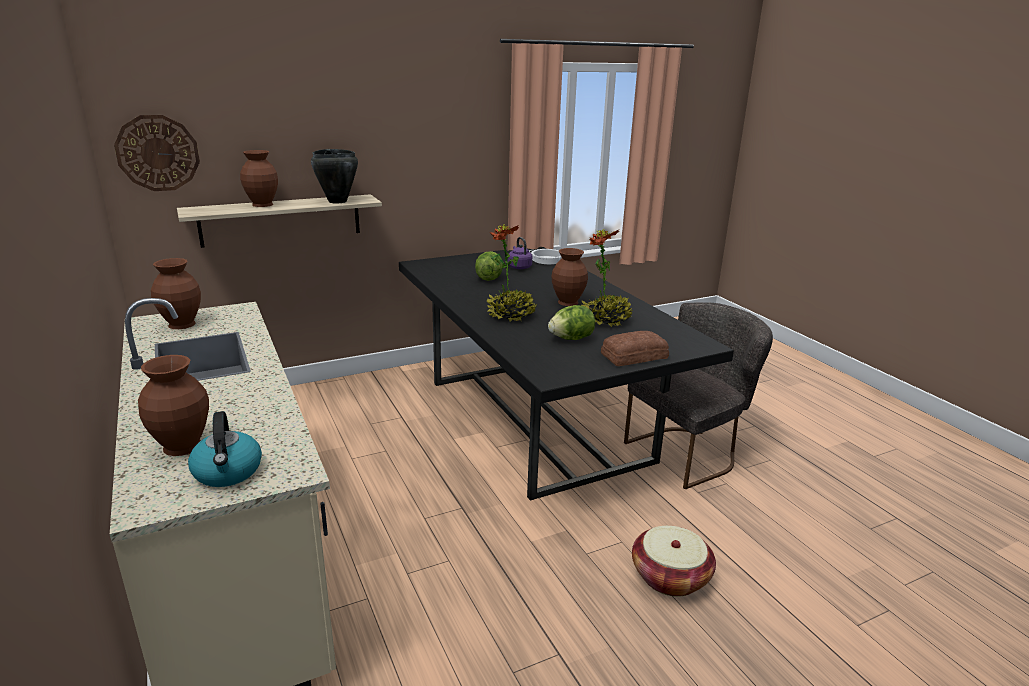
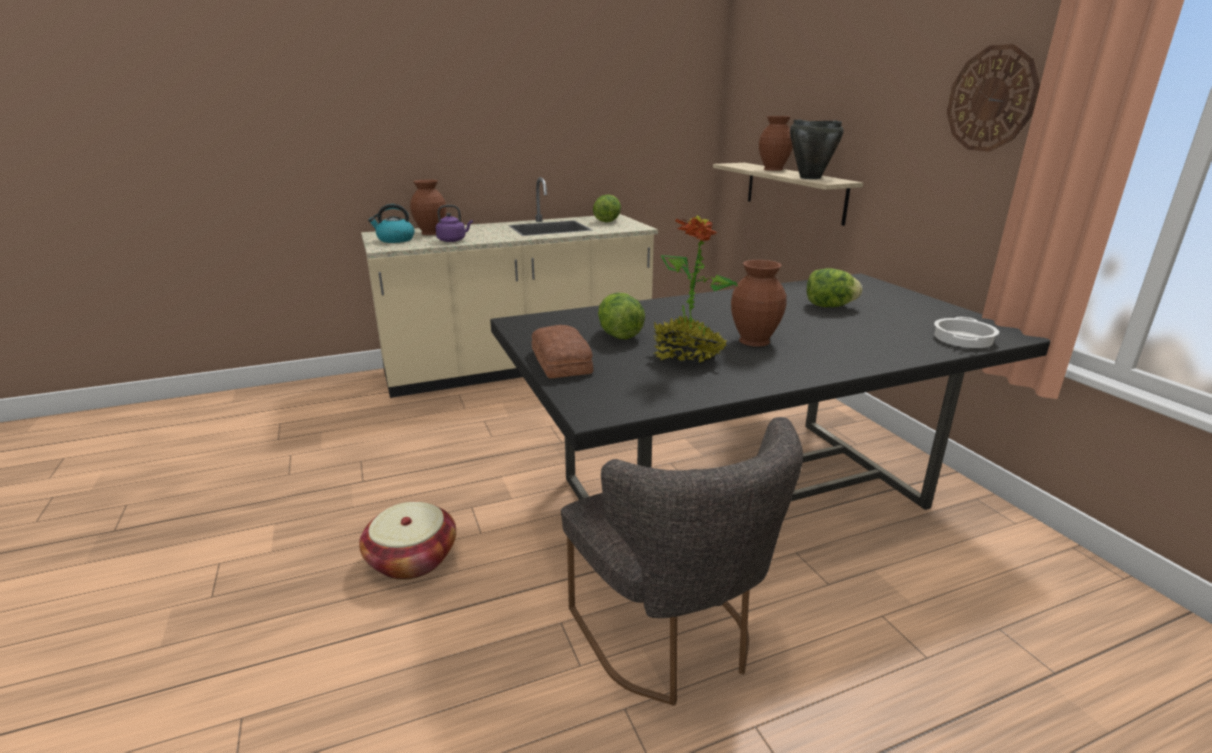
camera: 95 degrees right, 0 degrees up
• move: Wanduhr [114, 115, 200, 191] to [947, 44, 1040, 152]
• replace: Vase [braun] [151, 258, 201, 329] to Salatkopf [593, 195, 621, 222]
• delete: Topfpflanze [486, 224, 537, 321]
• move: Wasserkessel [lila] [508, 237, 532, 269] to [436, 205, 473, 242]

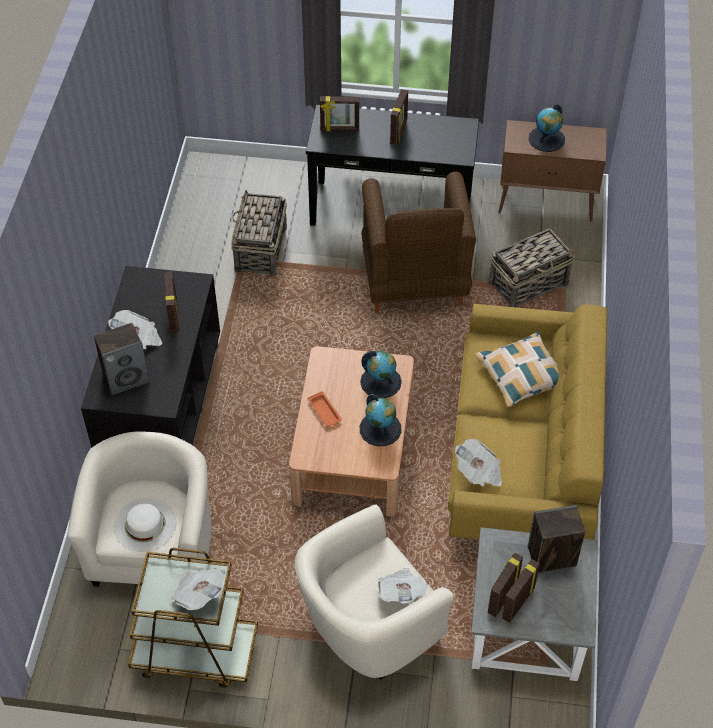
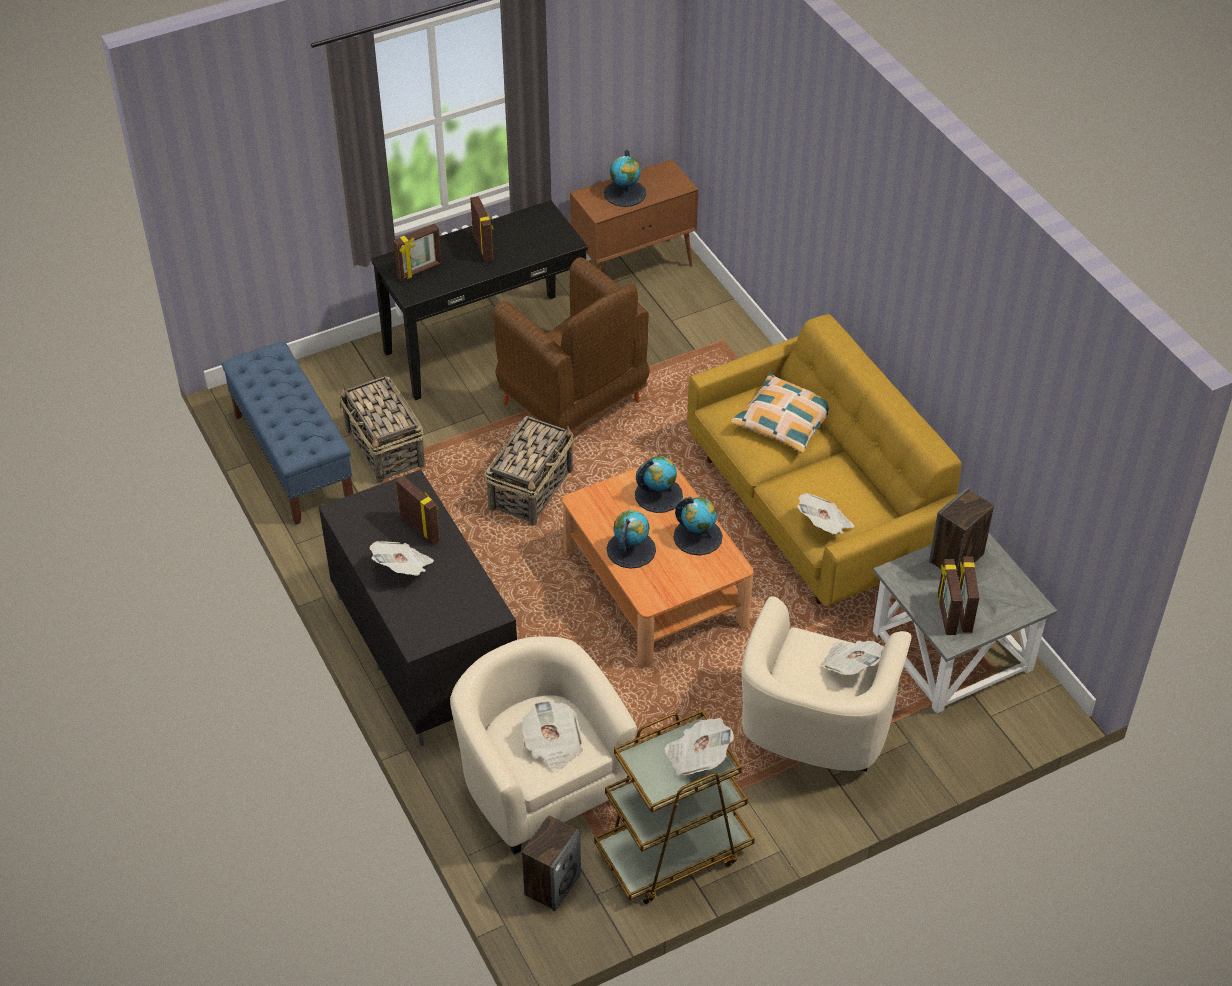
camera: 35 degrees left, 5 degrees down
• move: Lautsprecher [94, 323, 150, 395] to [522, 815, 581, 911]
• replace: Hut [weiß] [114, 498, 176, 552] to Zeitung [522, 699, 583, 773]
• replace: Tablett [orange] [308, 391, 342, 427] to Globus [606, 510, 656, 569]
• move: Korb [489, 229, 575, 307] to [485, 416, 574, 526]
• insert: Bank [blau] [221, 342, 353, 525]

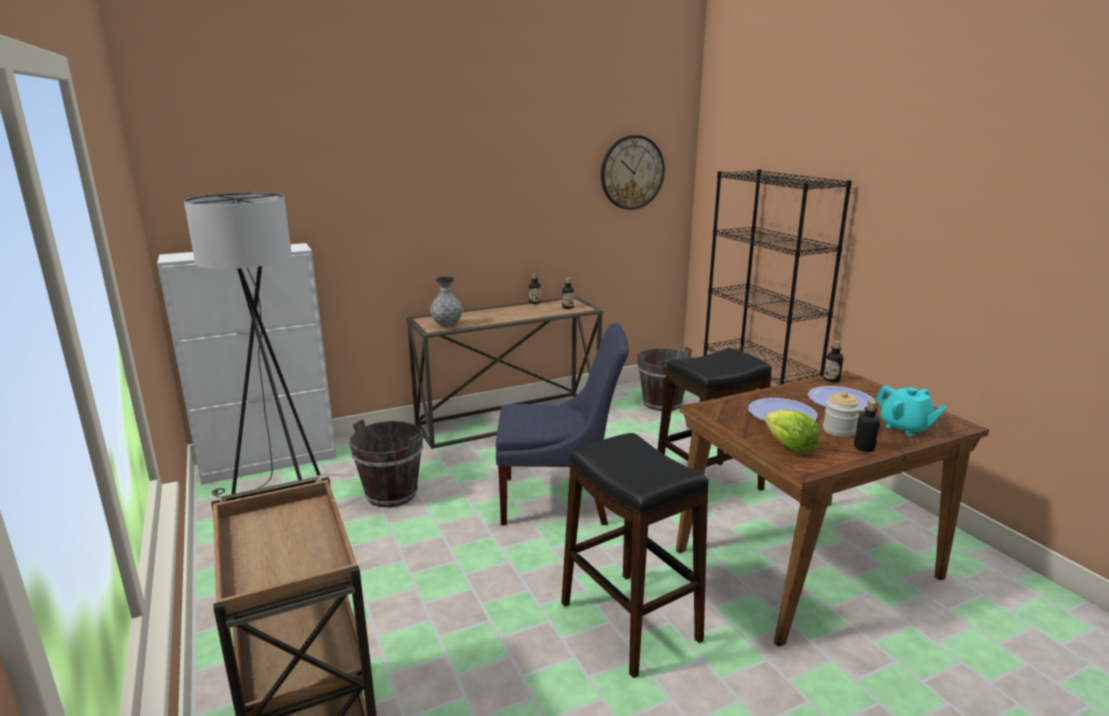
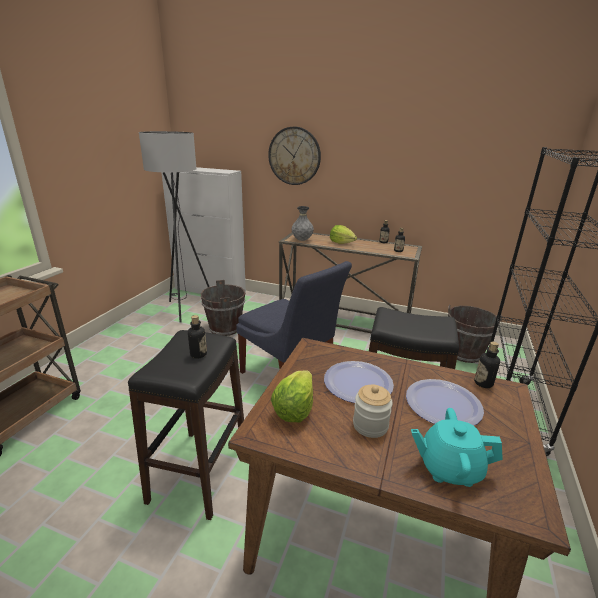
camera: 45 degrees right, 5 degrees up
• move: Wanduhr [601, 135, 665, 210] to [268, 127, 321, 185]
• move: Flasche [854, 400, 880, 452] to [188, 315, 207, 358]
• rotate: Teekanne [türkis] [876, 385, 947, 436] = [411, 408, 503, 487] 90 degrees clockwise
• insert: Salatkopf [330, 225, 357, 244]

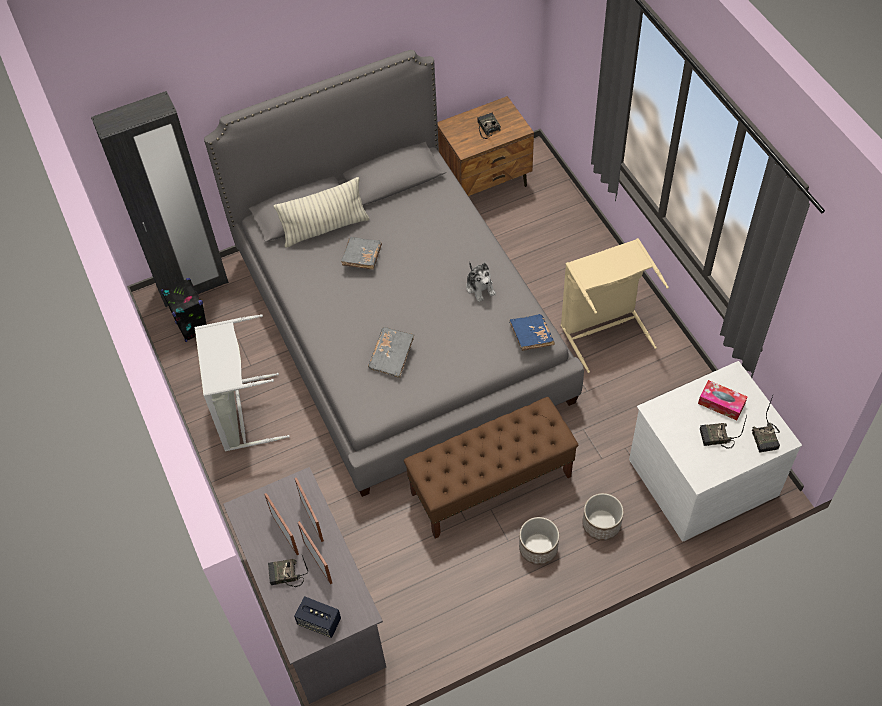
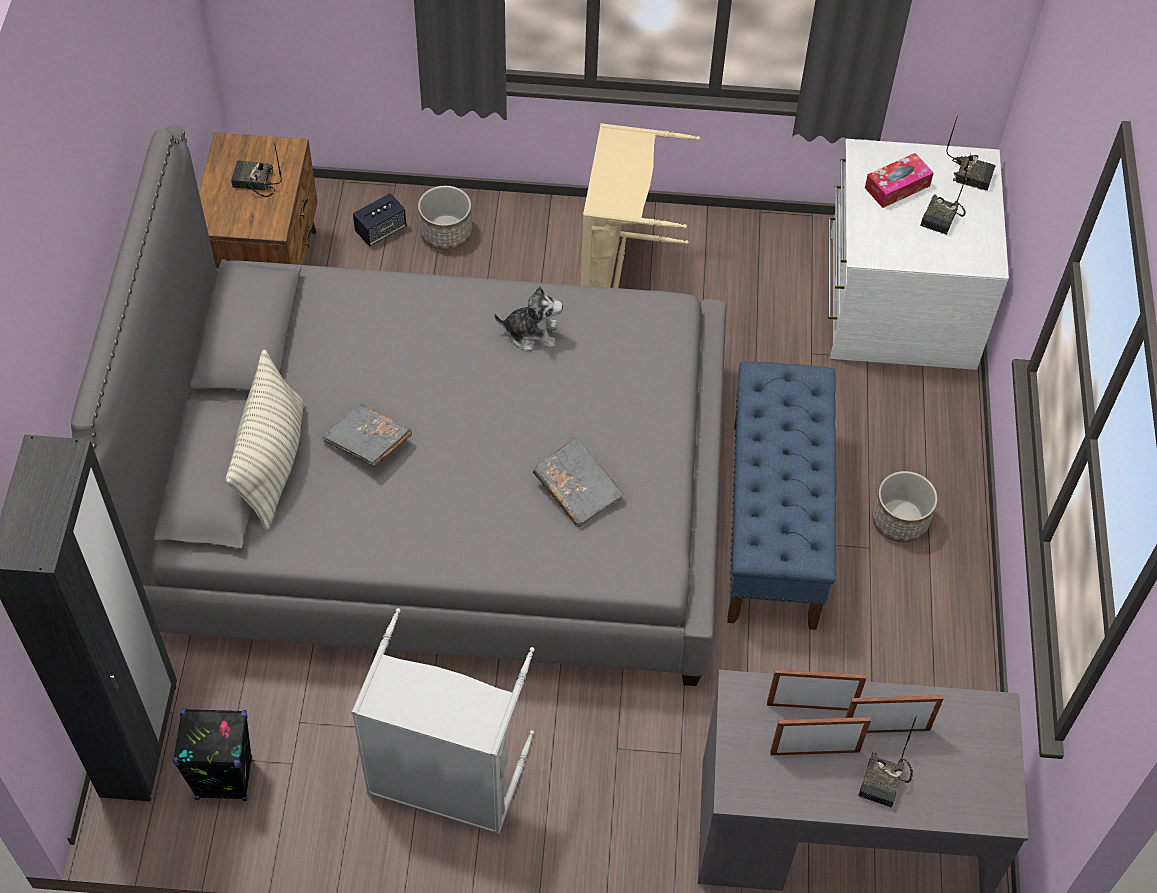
camera: 65 degrees left, 0 degrees up
• move: Lautsprecher [294, 596, 341, 638] to [353, 193, 406, 246]
• recolor: Bank [braun] [404, 397, 578, 539] to Bank [blau] [727, 361, 836, 630]
• delete: Buch [blau] [509, 314, 555, 351]
• move: Pflanzkübel [582, 493, 624, 541] to [418, 186, 472, 251]

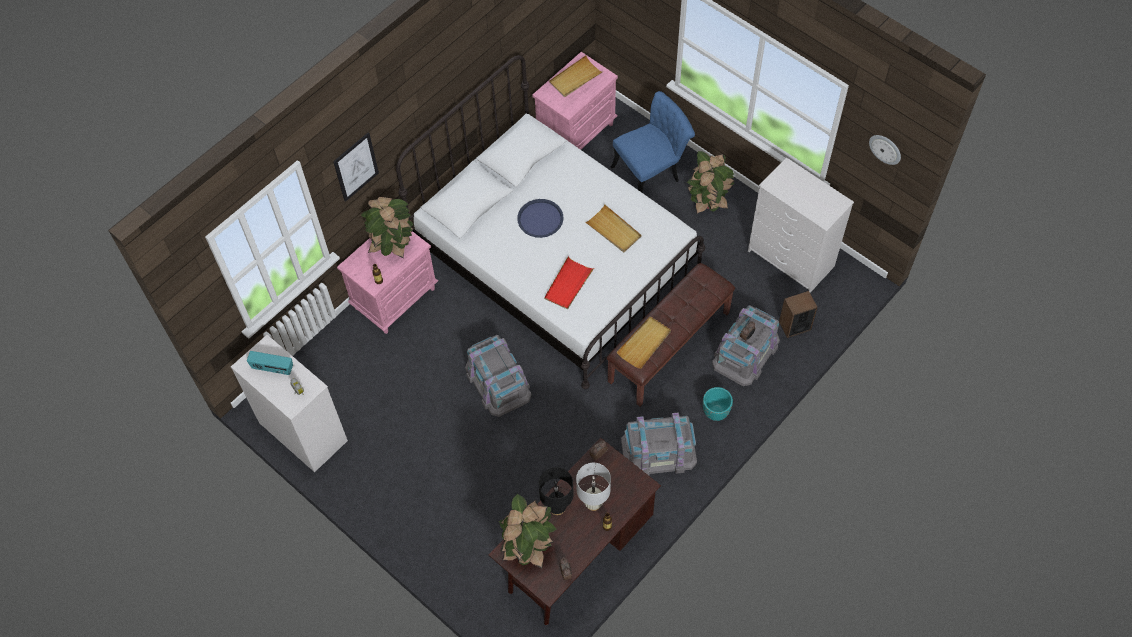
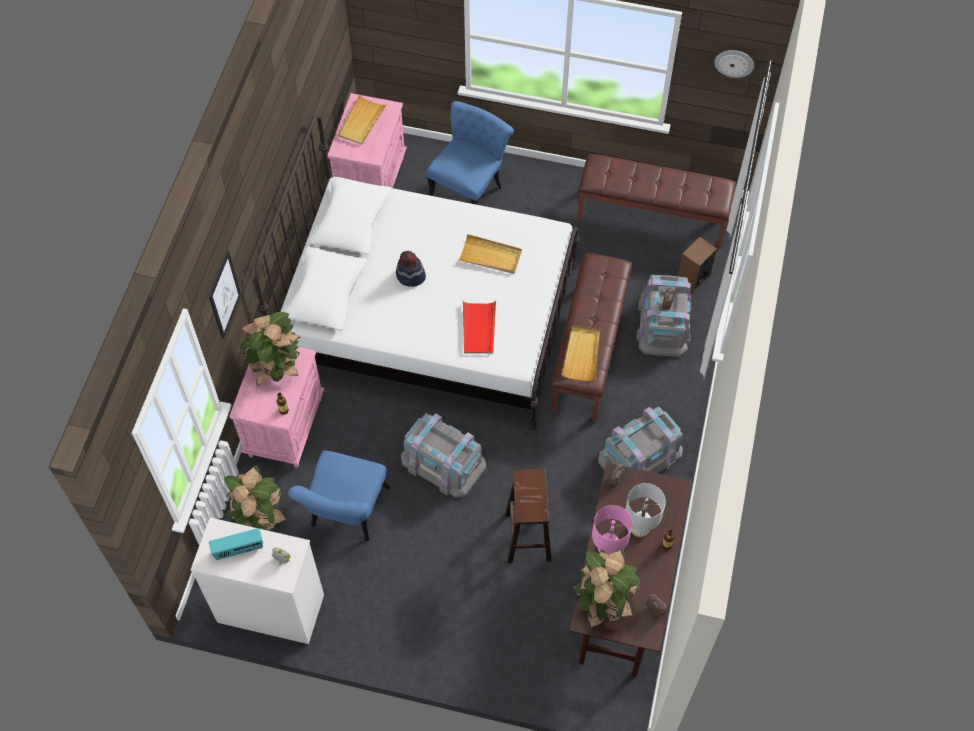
camera: 30 degrees left, 0 degrees up
• replace: Tablett [blau] [517, 199, 564, 238] to Hut [396, 251, 426, 287]
• recolor: Tischlampe [schwarz] [539, 467, 574, 515] to Tischlampe [rosa] [592, 505, 633, 555]
• move: Topfpflanze [687, 151, 735, 214] to [224, 465, 287, 531]
• delete: Pflanzkübel [türkis] [703, 387, 733, 421]
• replace: Kommode [weiß] [748, 158, 854, 293] to Bank [braun] [577, 154, 736, 249]
• insert: Stuhl [blau] [288, 451, 390, 542]
• insert: Hocker [braun] [505, 469, 552, 563]

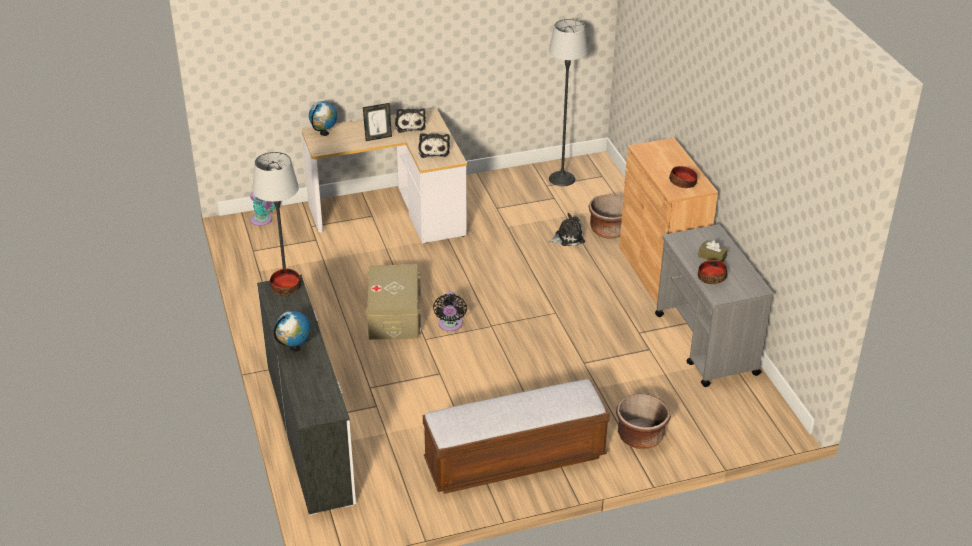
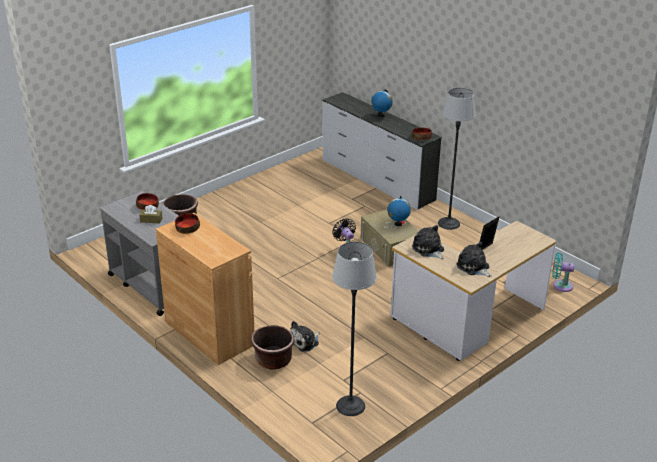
camera: 155 degrees right, 5 degrees down
• move: Globus [309, 101, 337, 136] to [387, 196, 411, 226]
• delete: Bank [423, 379, 610, 494]

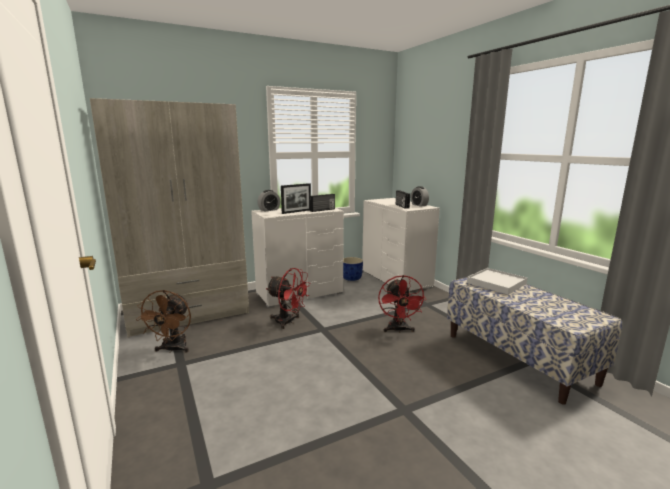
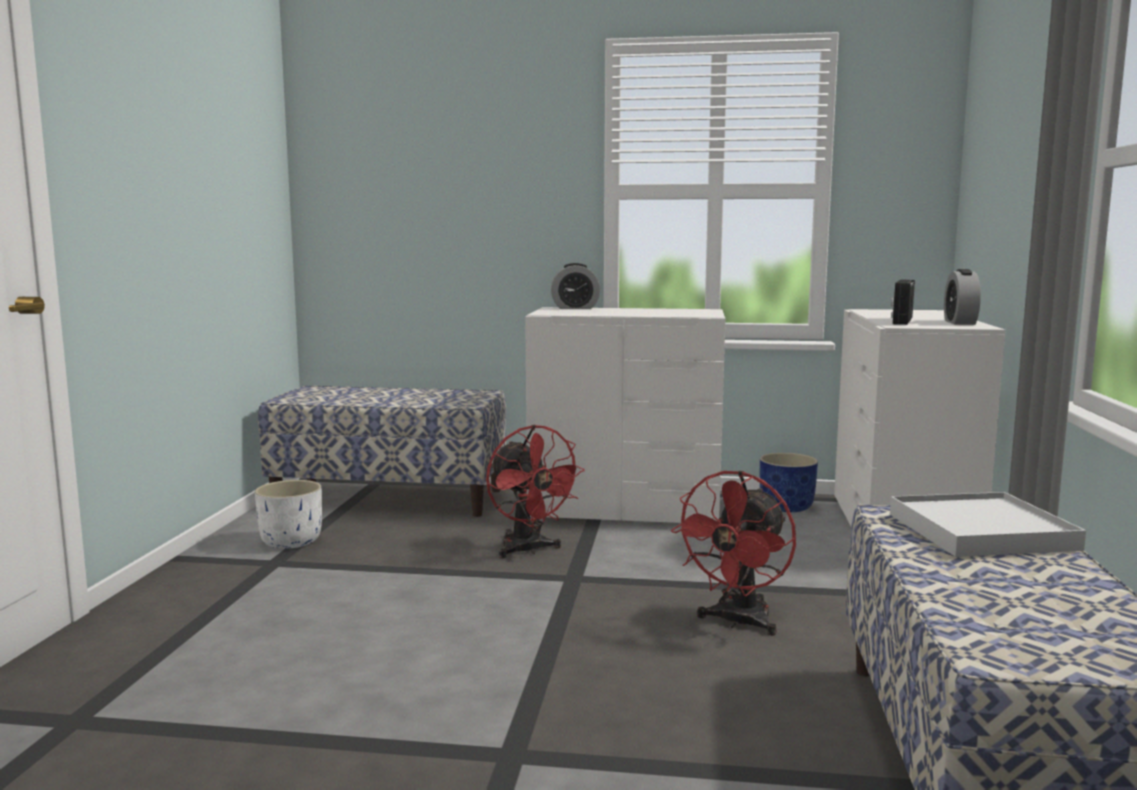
camera: 35 degrees right, 5 degrees down
• replace: Kleiderschrank [beige] [90, 98, 249, 338] to Bank [258, 386, 506, 517]
• replace: Ventilator [braun] [136, 290, 191, 353] to Pflanzkübel [weiß] [255, 480, 322, 549]
• delete: Bilderrahmen [281, 183, 311, 214]
• delete: Radio [309, 194, 335, 212]

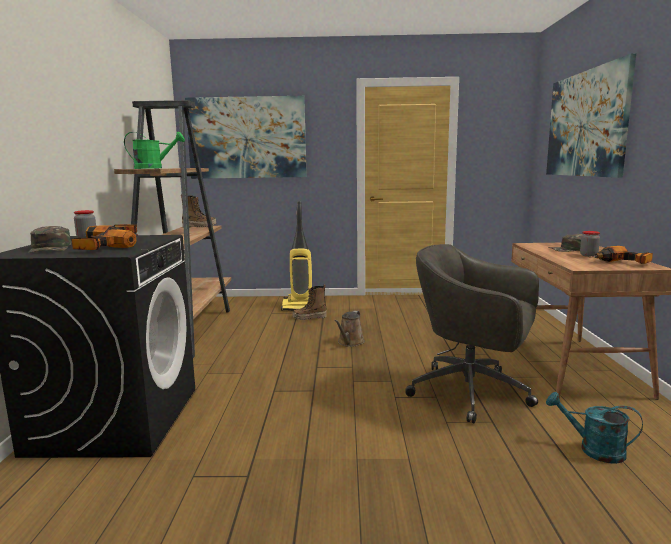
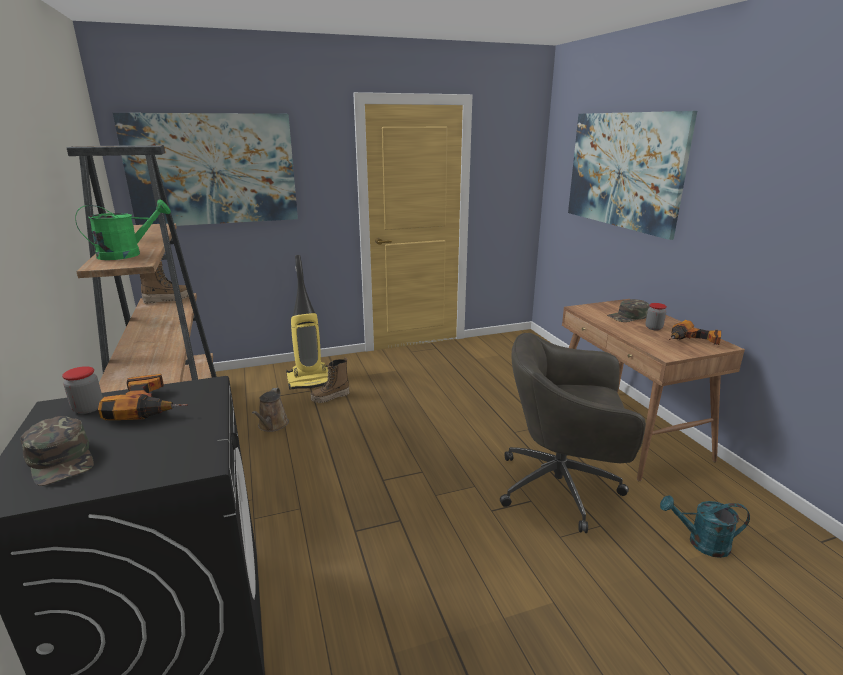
camera: 20 degrees left, 10 degrees up
• delete: Bohrmaschine [72, 229, 137, 250]
• move: Gießkanne [braun] [334, 311, 365, 347] to [252, 388, 289, 432]

